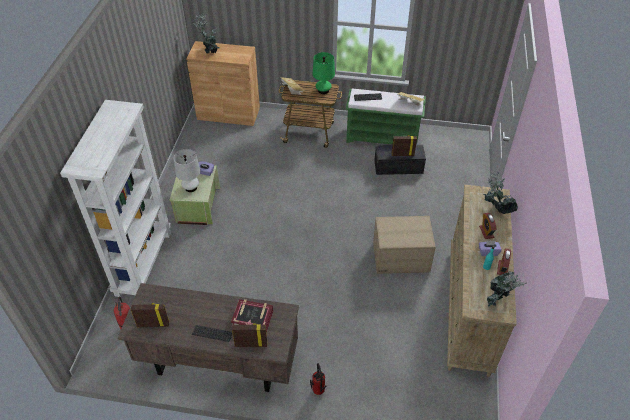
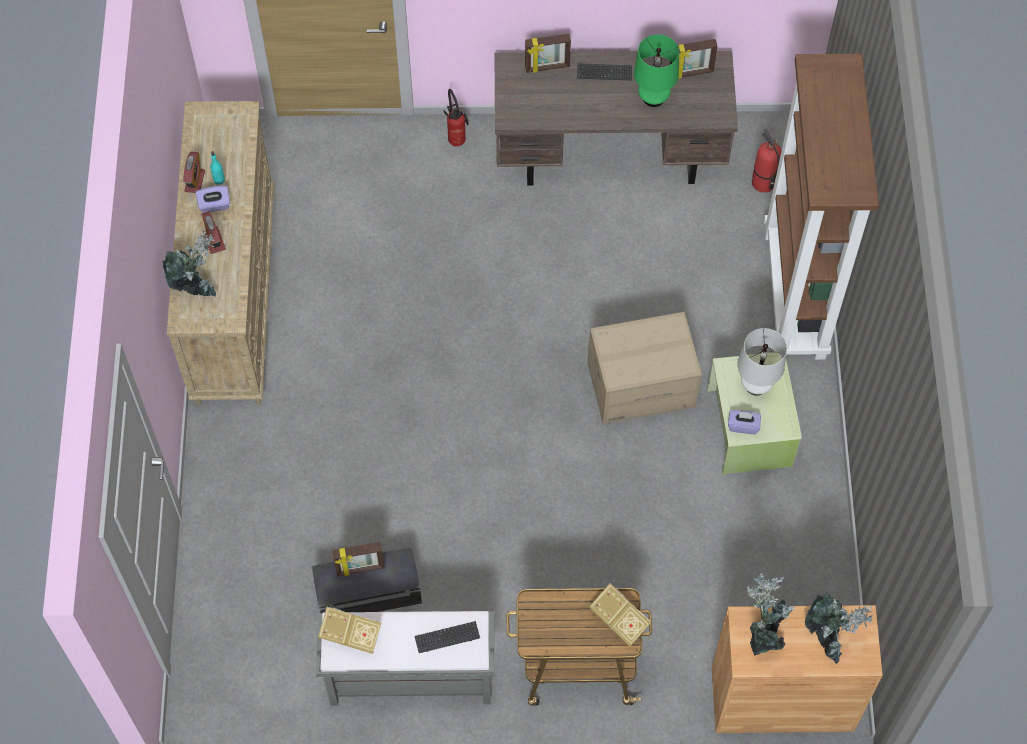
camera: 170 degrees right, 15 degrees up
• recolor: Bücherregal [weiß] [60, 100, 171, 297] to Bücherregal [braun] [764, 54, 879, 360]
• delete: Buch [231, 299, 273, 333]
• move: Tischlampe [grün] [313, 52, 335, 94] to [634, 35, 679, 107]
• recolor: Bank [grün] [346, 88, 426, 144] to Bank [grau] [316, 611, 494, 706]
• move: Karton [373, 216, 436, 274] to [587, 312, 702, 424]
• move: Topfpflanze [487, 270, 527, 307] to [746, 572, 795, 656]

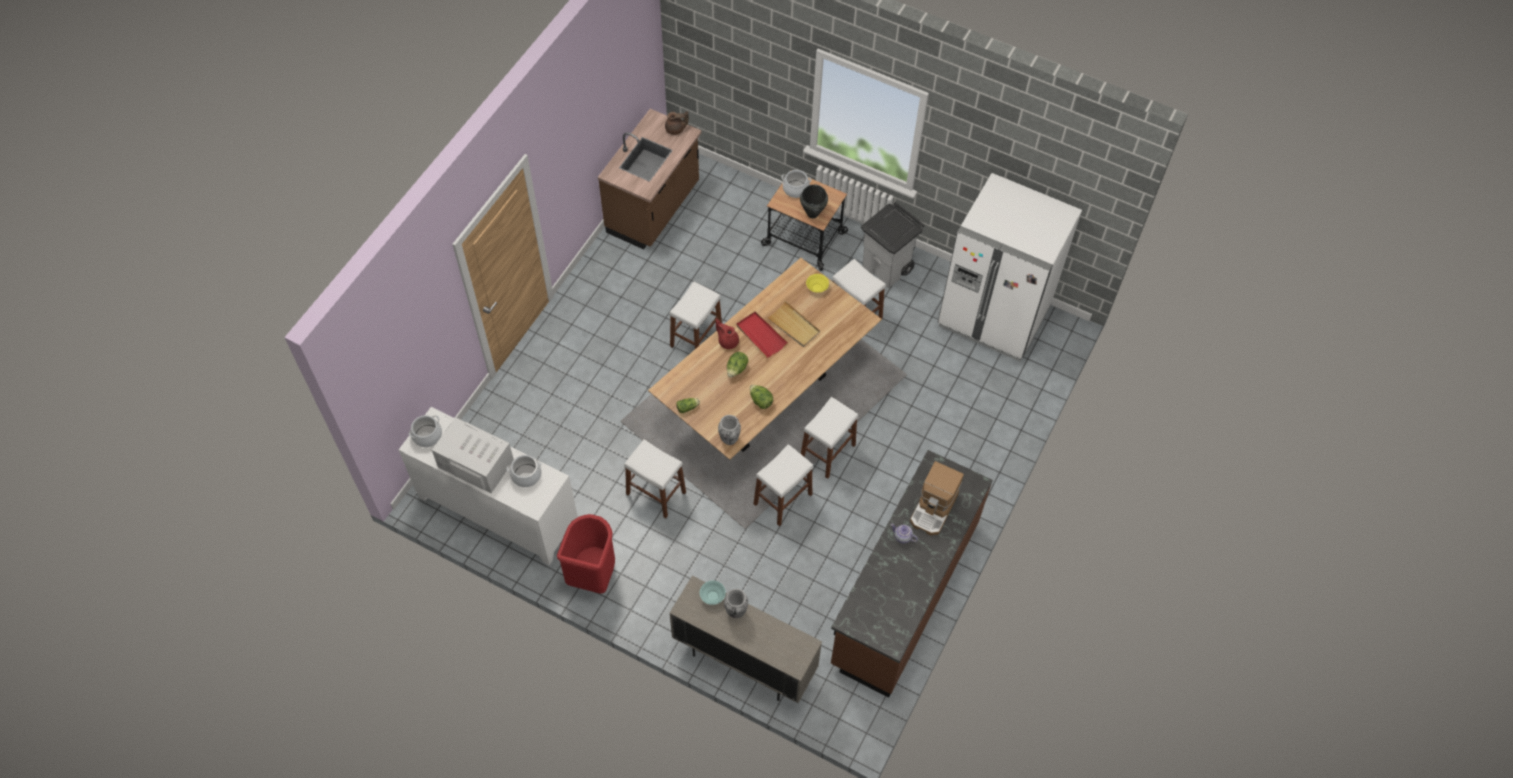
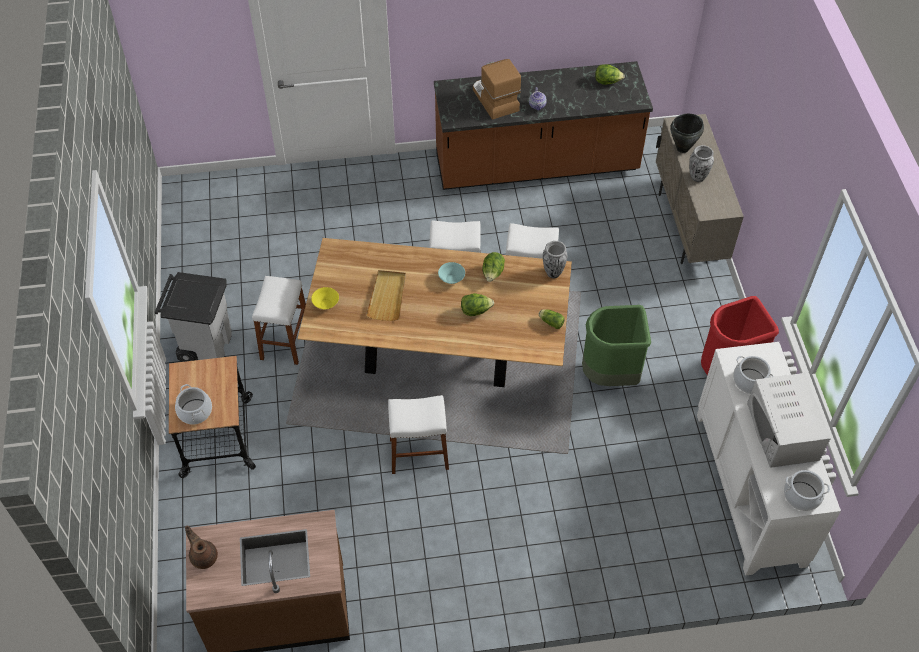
camera: 125 degrees left, 5 degrees down
• replace: Hocker [weiß] [624, 439, 686, 518] to Mülleimer [grün] [582, 305, 651, 386]
• move: Schüssel [türkis] [700, 581, 726, 605] to [438, 262, 465, 284]
• delete: Teekanne [rot] [716, 319, 739, 349]
• delete: Tablett [rot] [736, 312, 788, 358]
• move: Kochtopf [schwarz] [800, 185, 828, 218] to [670, 114, 704, 153]
• rotate: Kaffeemaschine [910, 461, 964, 535] = [473, 59, 521, 120] 105 degrees counterclockwise
• delete: Kühlschrank [weiß] [938, 173, 1082, 362]
• insert: Salatkopf [595, 64, 625, 85]

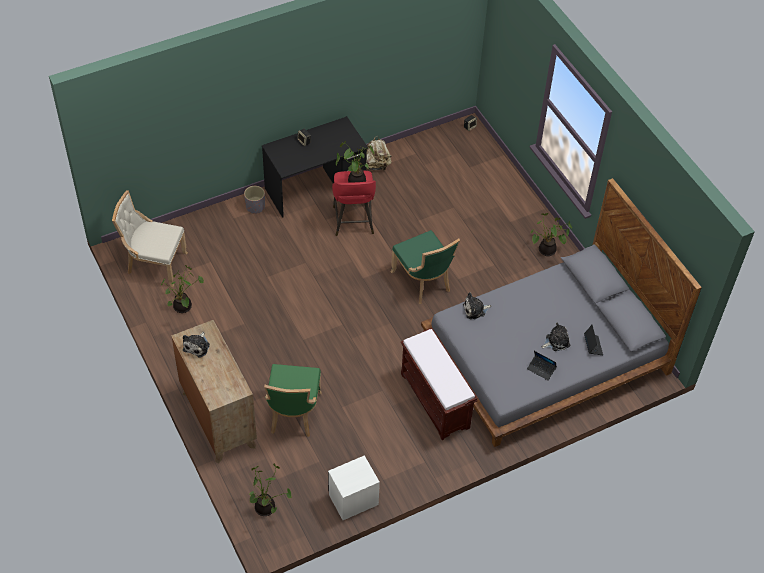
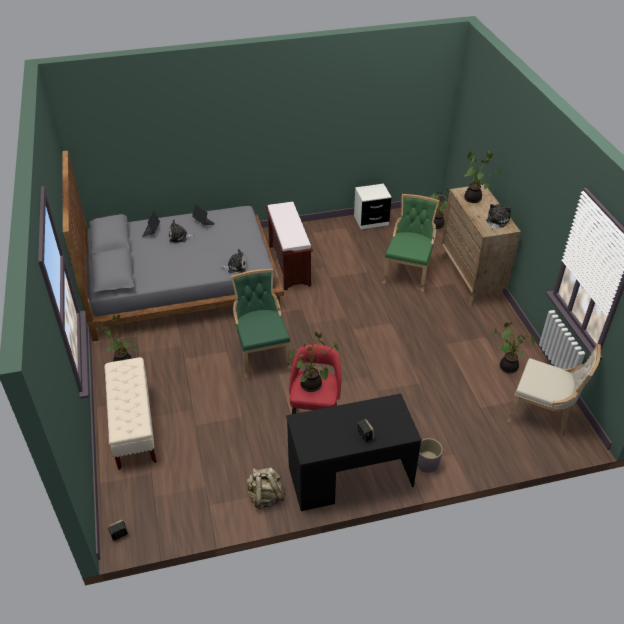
camera: 165 degrees left, 10 degrees down
• insert: Bank [beige] [104, 357, 157, 470]
• insert: Topfpflanze [464, 150, 502, 203]

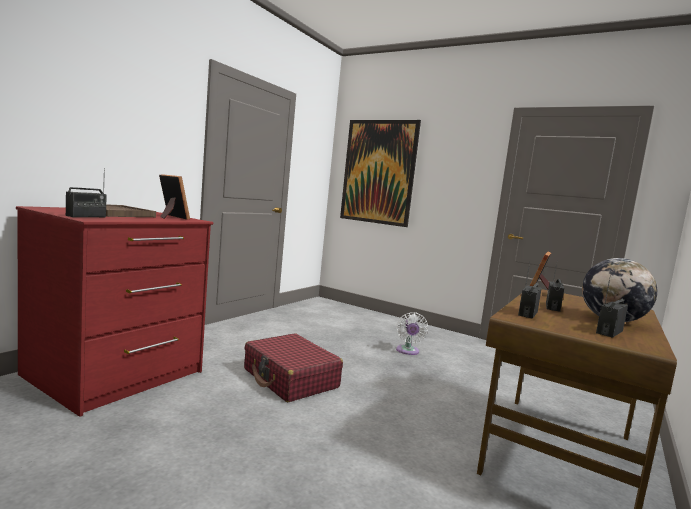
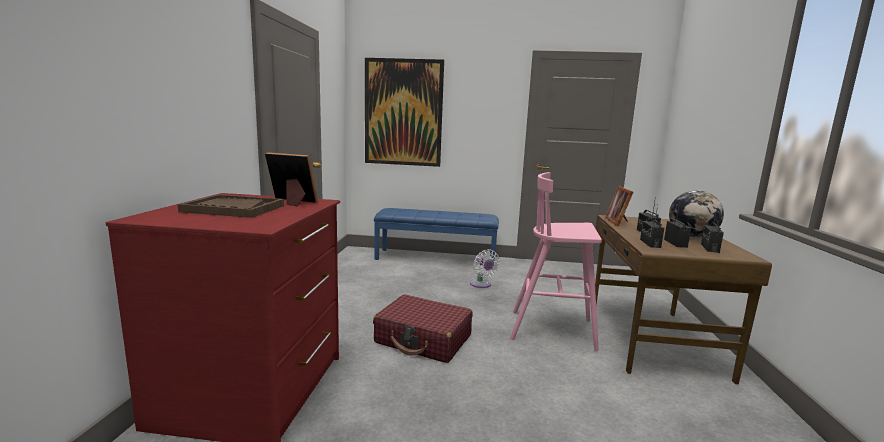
camera: 25 degrees left, 5 degrees up
• move: Radio [66, 168, 107, 217] to [664, 203, 691, 248]
• insert: Bank [blau] [374, 208, 499, 261]
• insert: Hocker [rosa] [510, 172, 602, 351]

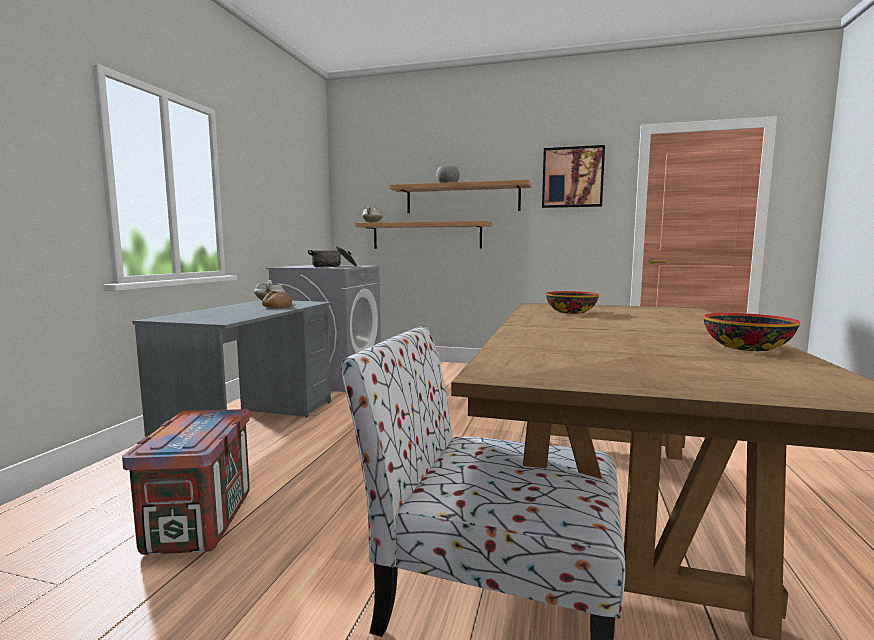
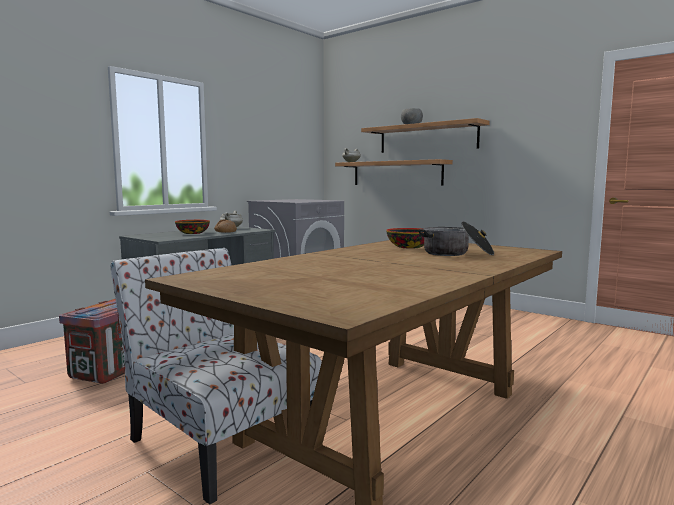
camera: 25 degrees right, 0 degrees up
• move: Kochtopf [308, 246, 357, 267] to [419, 221, 494, 256]
• delete: Bild [542, 145, 605, 208]
• move: Schüssel [703, 313, 800, 351] to [175, 220, 210, 234]

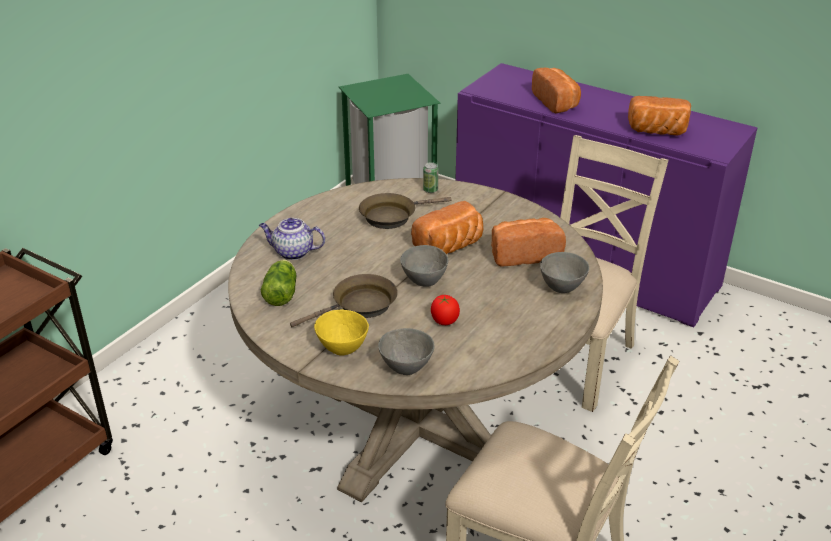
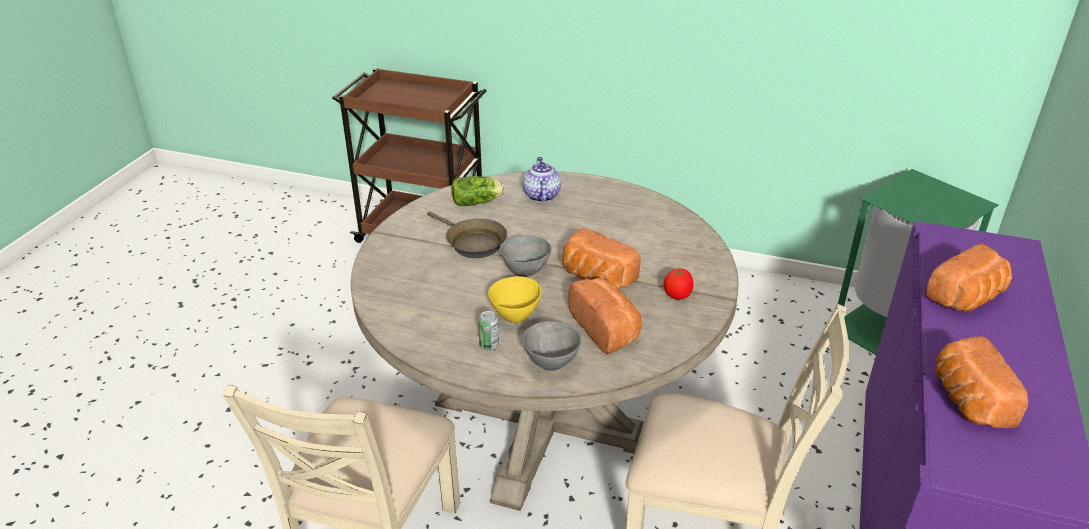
camera: 75 degrees right, 0 degrees up
• move: Schüssel [gelb] [314, 309, 369, 355] to [488, 276, 541, 323]
• delete: Pfanne [braun] [359, 193, 452, 229]
• delete: Schüssel [grau] [378, 328, 435, 375]
• move: Dose [423, 162, 438, 193] to [478, 311, 499, 350]
• move: Tomate [431, 295, 460, 325] to [664, 268, 693, 300]

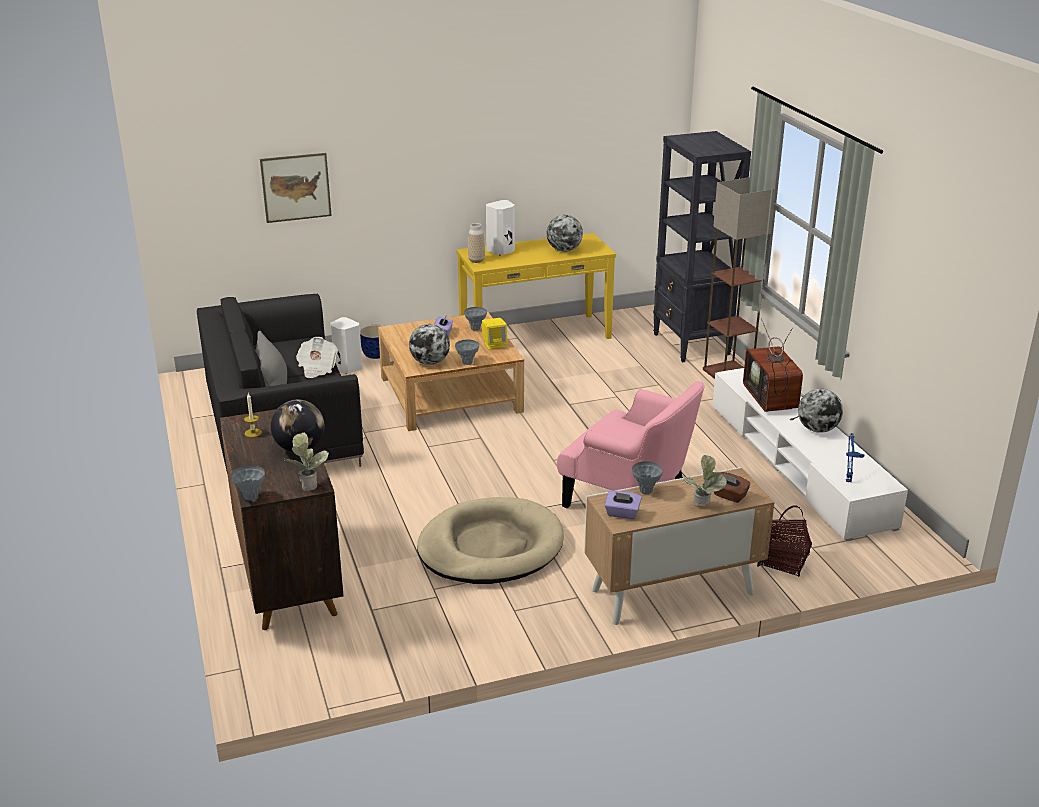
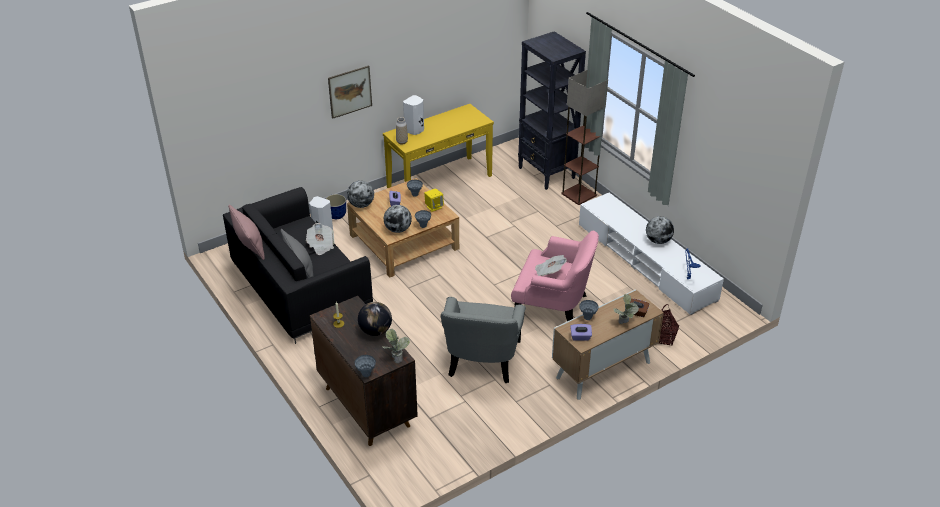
camera: 15 degrees left, 10 degrees up
• move: Bild [260, 153, 332, 223] to [328, 66, 372, 119]
• replace: Hundebett [beige] [417, 497, 564, 584] to Sessel [grau] [441, 297, 526, 383]
• move: Globus [547, 215, 583, 252] to [347, 181, 374, 208]
• delete: Fernseher [743, 318, 803, 420]
• insert: Kissen [rosa] [228, 205, 265, 260]
• insert: Zeitung [535, 255, 567, 276]

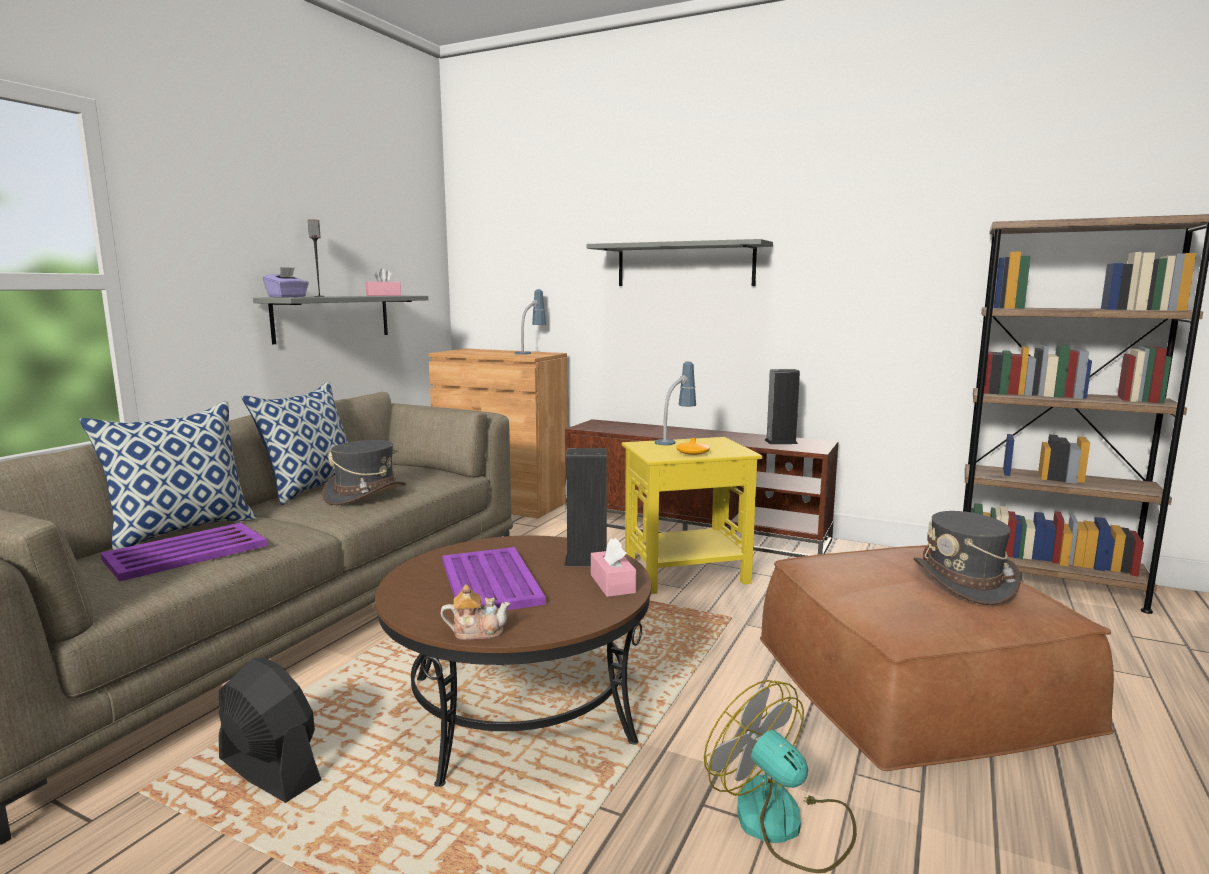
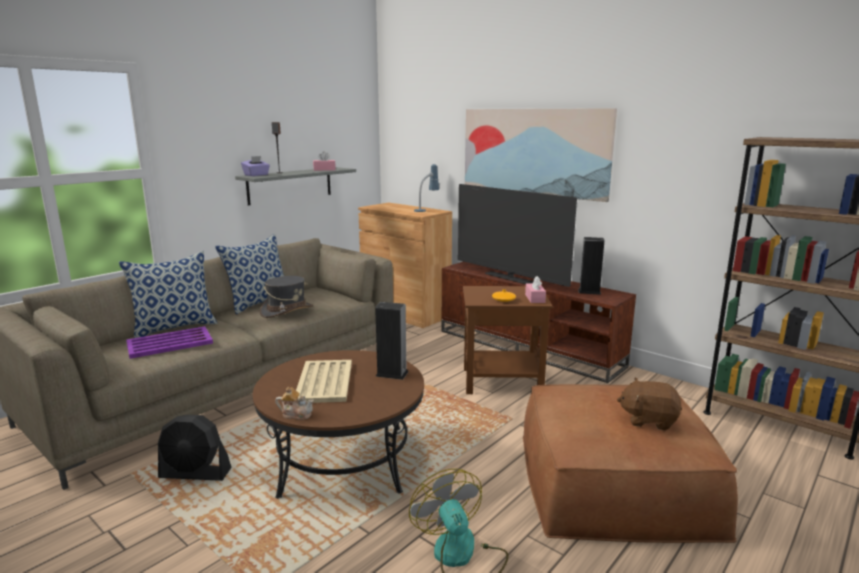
camera: 15 degrees right, 5 degrees up
• rotate: Ventilator [schwarz] [219, 658, 321, 803] = [158, 415, 232, 481] 135 degrees clockwise
• recolor: Tablett [lila] [442, 547, 546, 610] to Tablett [beige] [296, 360, 352, 403]
• replace: Wandregal [grau] [587, 239, 773, 286] to Bild [465, 108, 617, 202]
• move: Taschentuchbox [rosa] [591, 538, 636, 597] to [525, 276, 546, 303]
• recolor: Beistelltisch [gelb] [622, 437, 762, 594] to Beistelltisch [braun] [463, 286, 553, 394]
• delete: Tischlampe [655, 361, 696, 445]
• replace: Hut [grau] [913, 511, 1021, 605] to Plüschtier [braun] [617, 378, 682, 430]
• insert: Fernseher [458, 184, 577, 287]

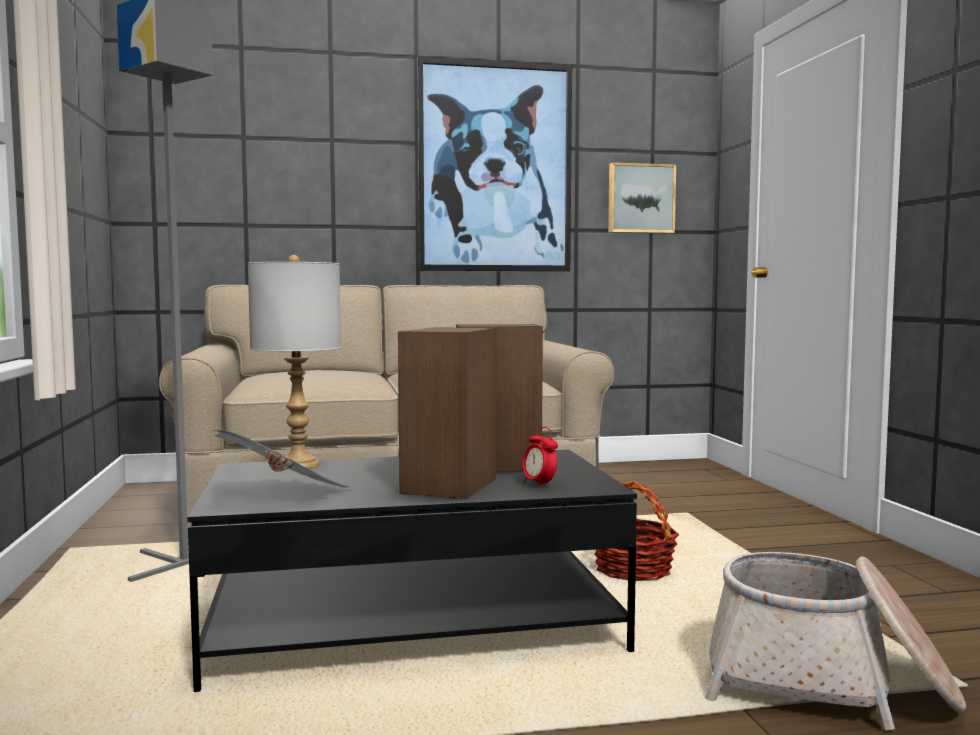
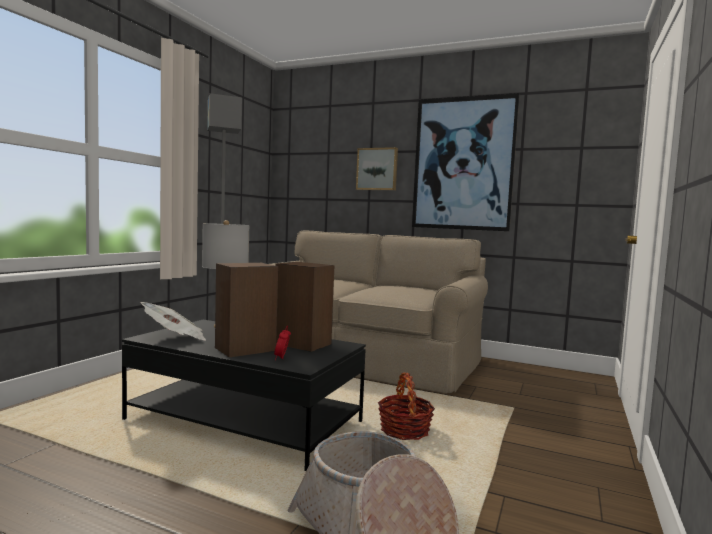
camera: 35 degrees right, 0 degrees up
• move: Bild [608, 162, 676, 233] to [356, 147, 398, 190]

